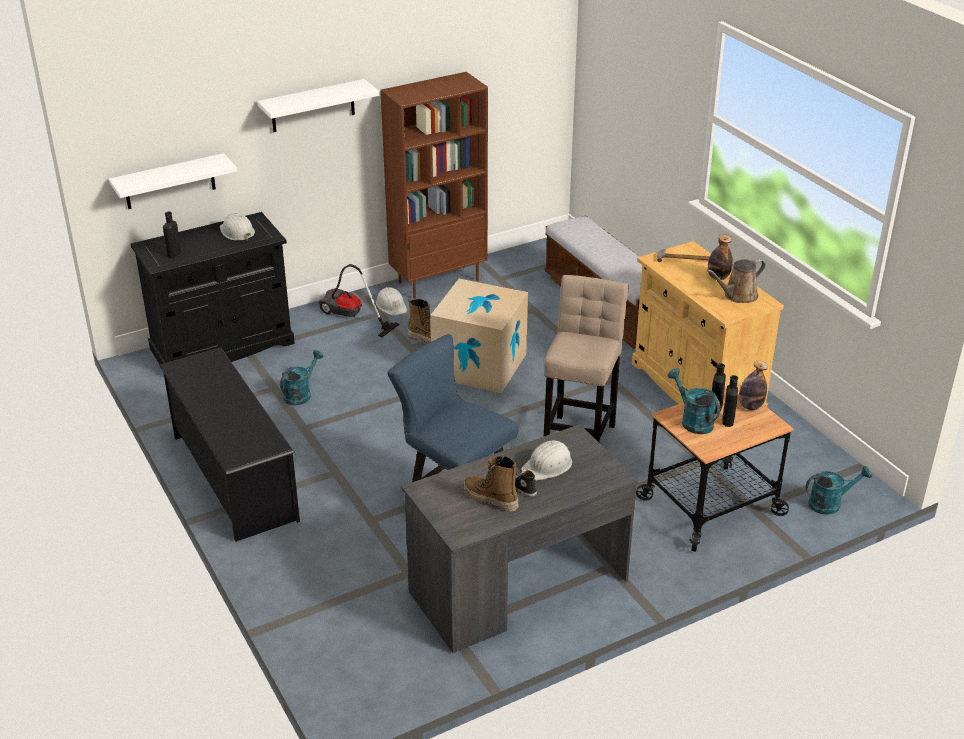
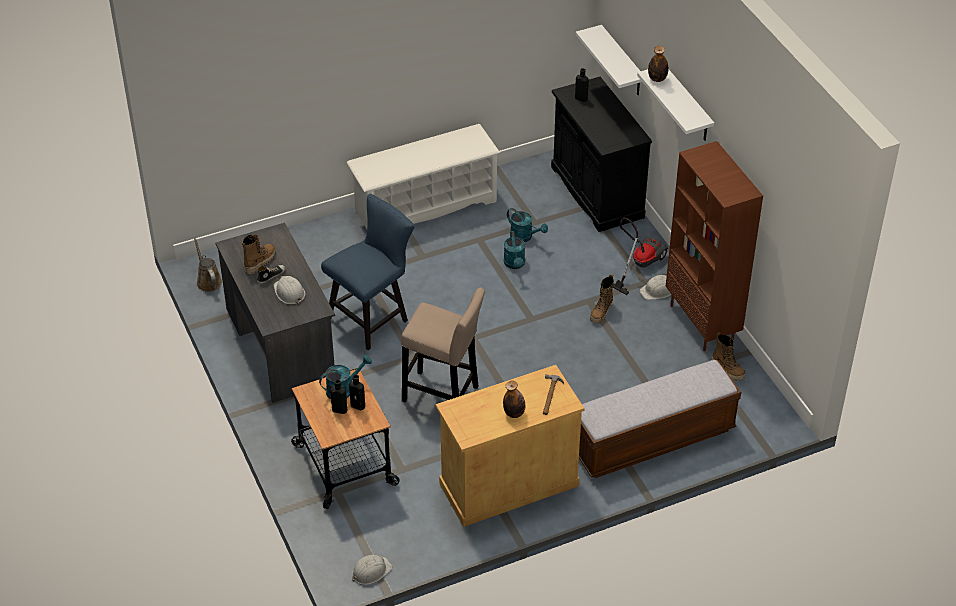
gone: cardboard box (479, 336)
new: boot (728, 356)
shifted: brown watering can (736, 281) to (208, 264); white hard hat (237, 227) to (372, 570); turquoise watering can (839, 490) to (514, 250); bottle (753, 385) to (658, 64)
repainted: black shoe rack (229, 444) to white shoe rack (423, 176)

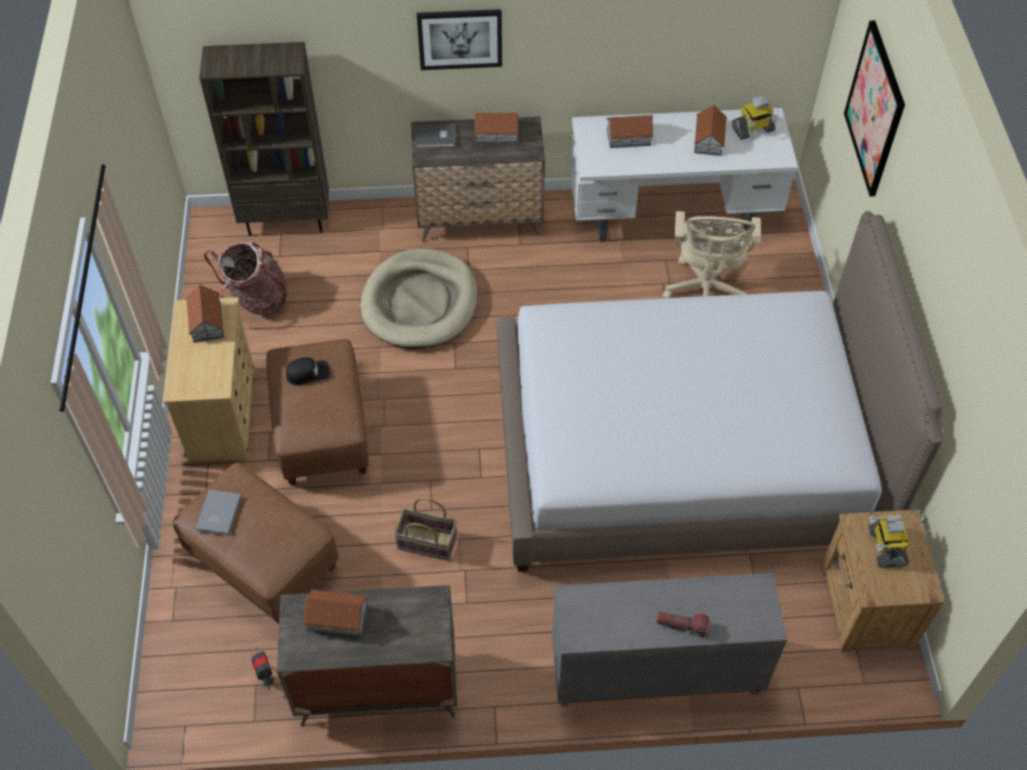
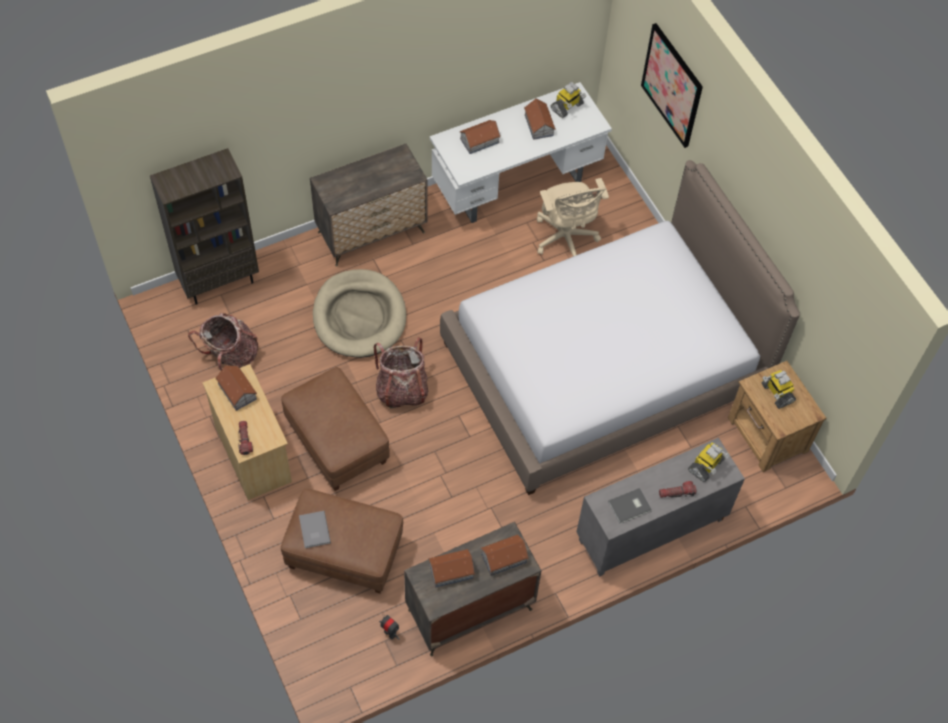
gone: black cap (308, 371); basket (425, 529); picture (459, 39)
new: flashlight (245, 438); backpack (401, 372); toy robot (709, 462)
shifted: toy house (496, 128) to (504, 555); grey book (435, 135) to (630, 506)

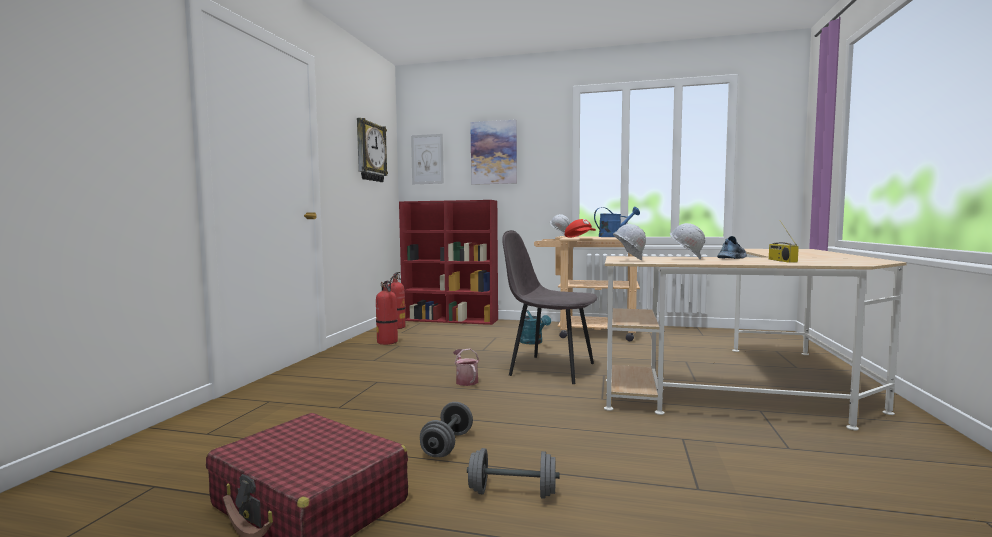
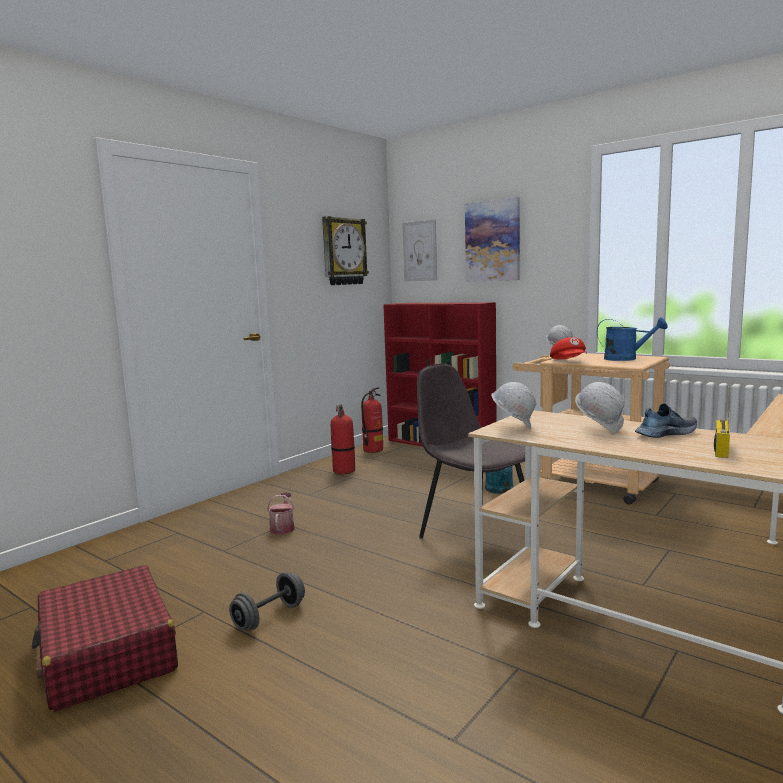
gone: grey dumbbell (513, 473)
shifted: watering can (466, 367) to (281, 513)

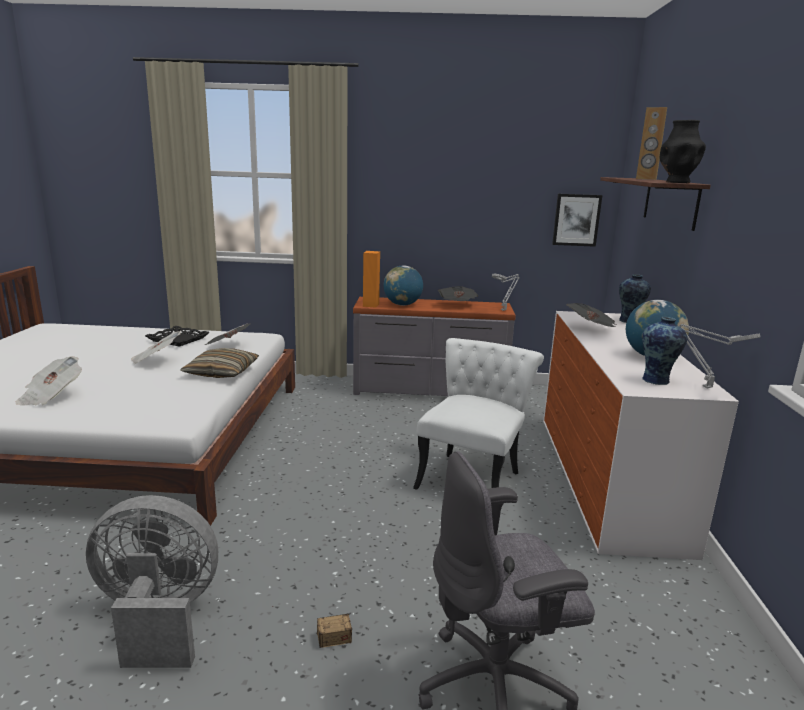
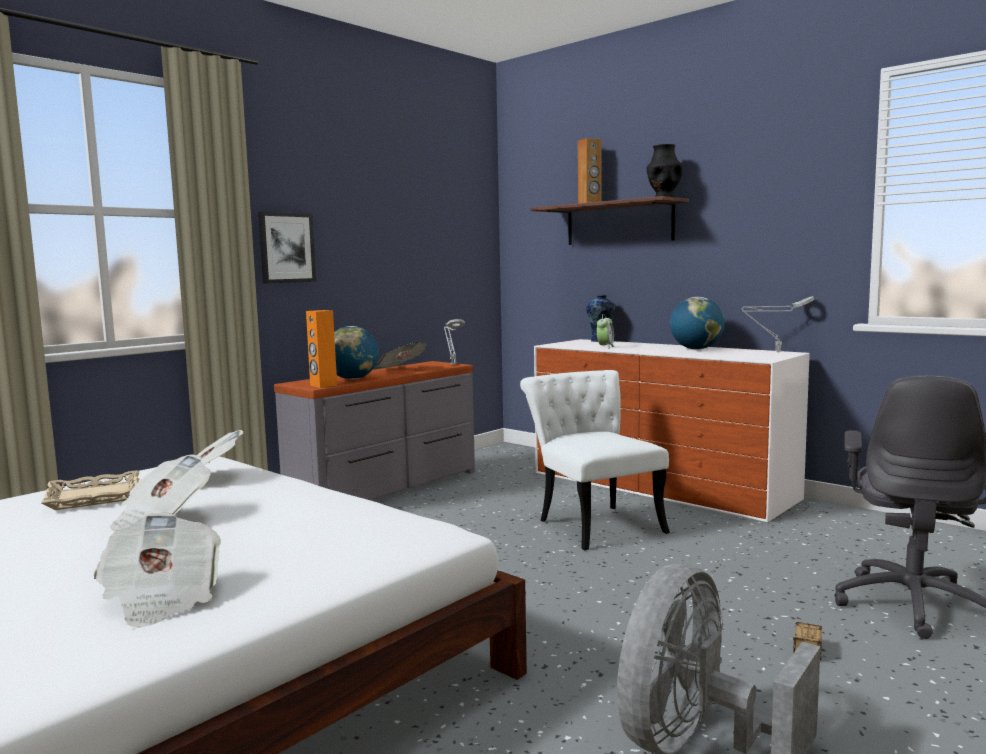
gone: pillow (219, 363); vase (665, 351)
shifted: picture (577, 220) to (287, 247)
swapped: newspaper (591, 315) to alarm clock (606, 331)
repainted: black tray (177, 336) to beige tray (90, 490)

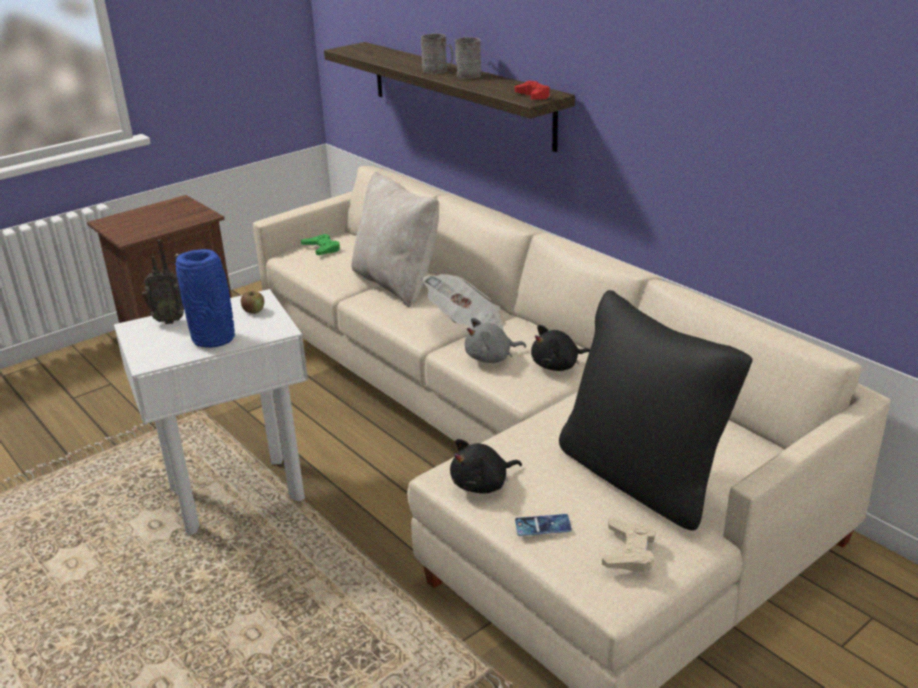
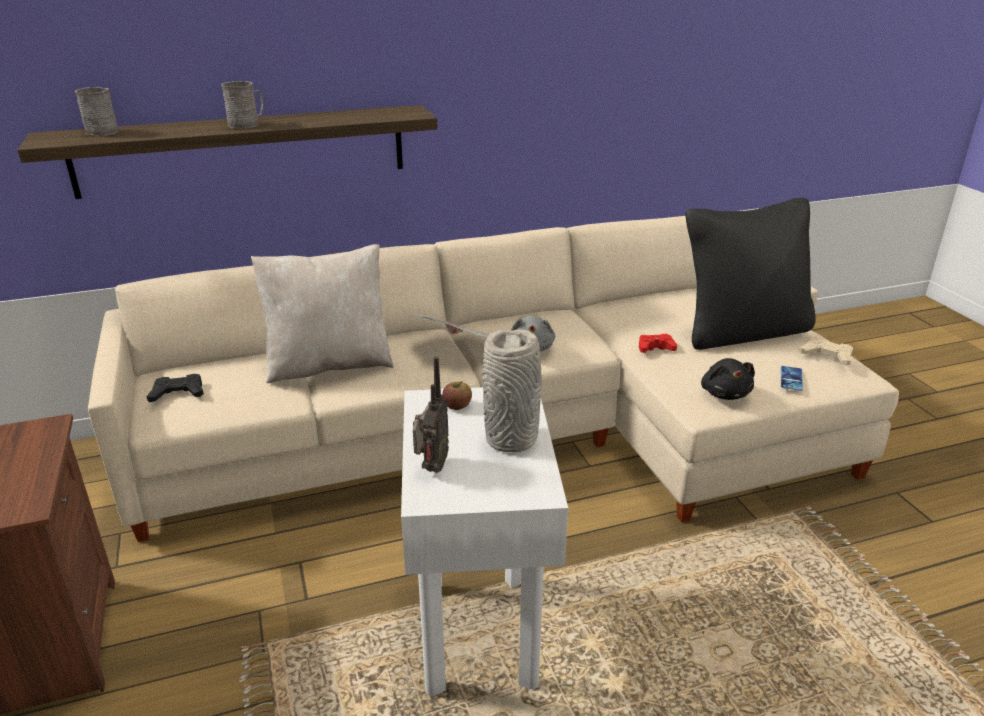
gone: black plush toy (560, 348)
shifted: grey mug (468, 58) to (96, 111); red game controller (532, 90) to (658, 343)
repainted: green game controller (320, 244) to black game controller (175, 388); blue vase (205, 298) to grey vase (512, 390)

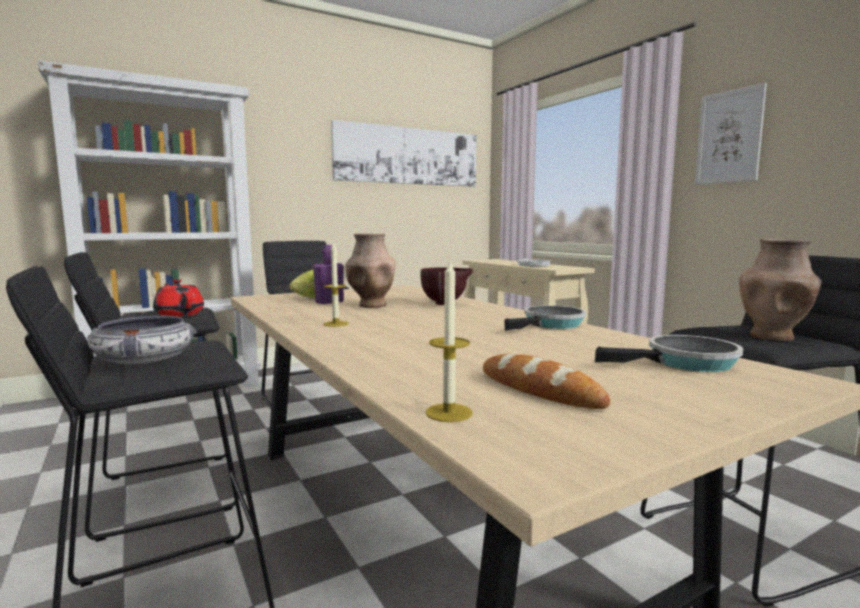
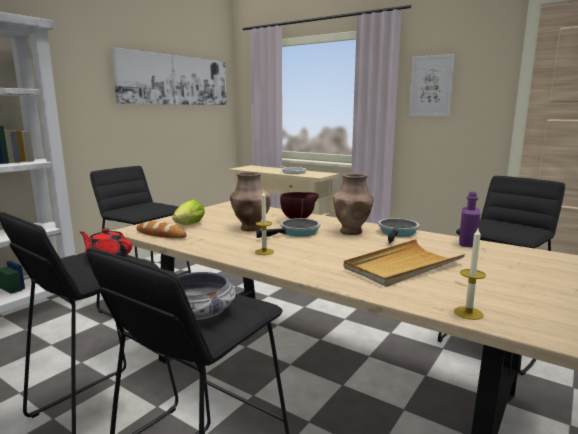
new: beige tray (404, 263)
shifted: bread (546, 381) to (161, 230); frying pan (669, 353) to (288, 228); brown vase (780, 290) to (353, 204); purple bottle (328, 274) to (469, 219)

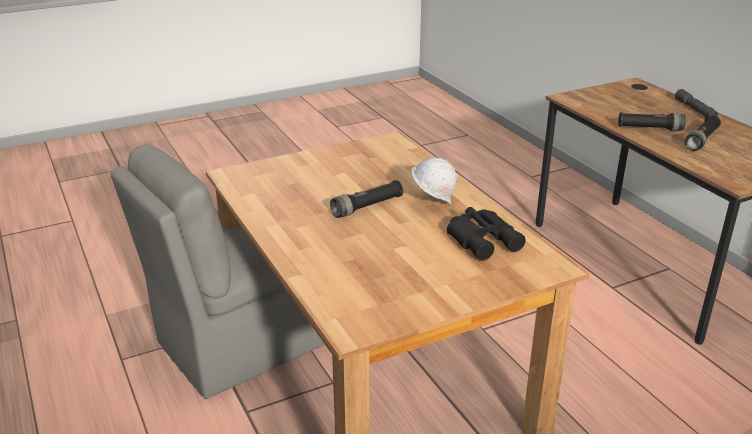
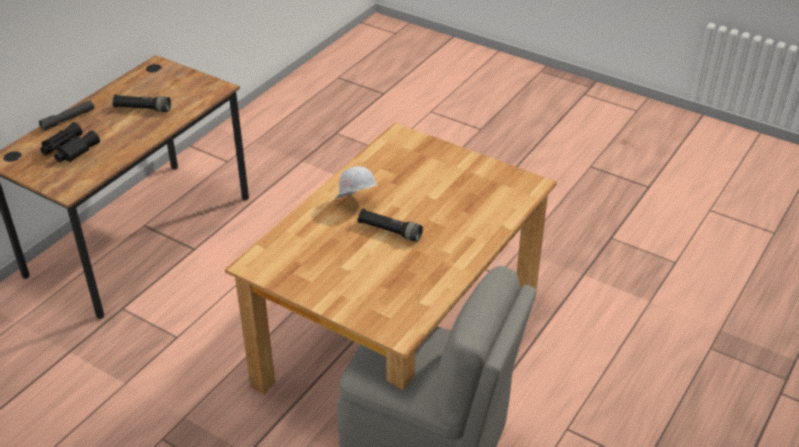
gone: black flashlight (652, 121)
shifted: black binoculars (486, 234) to (70, 142)

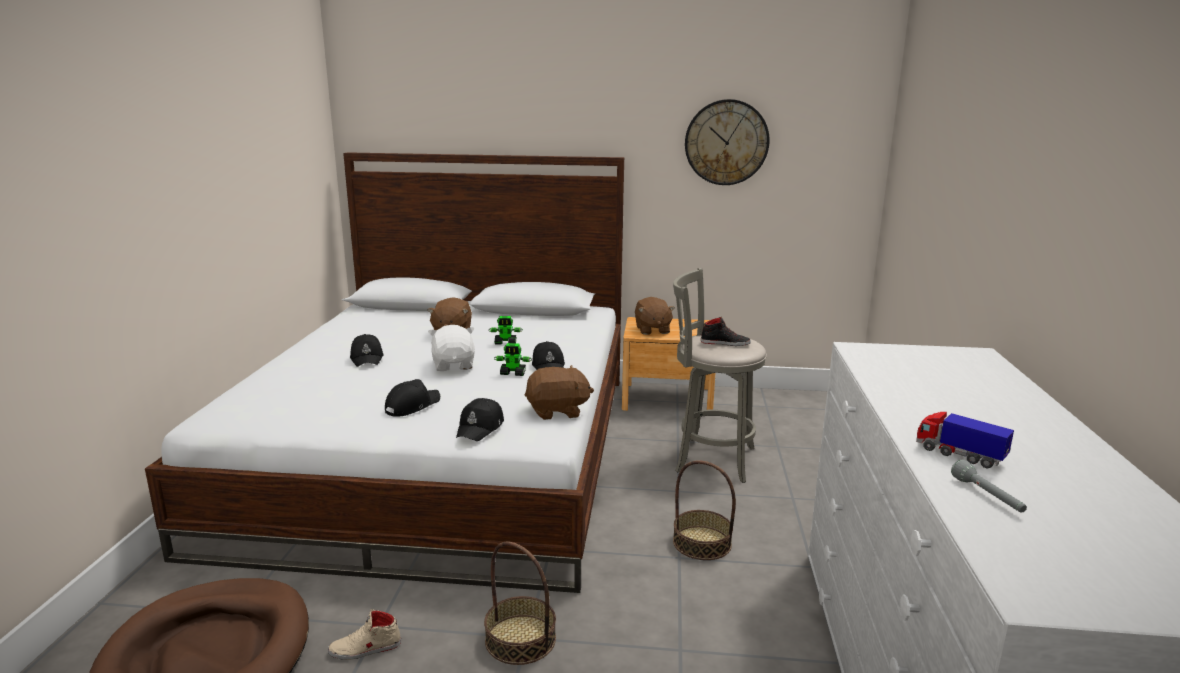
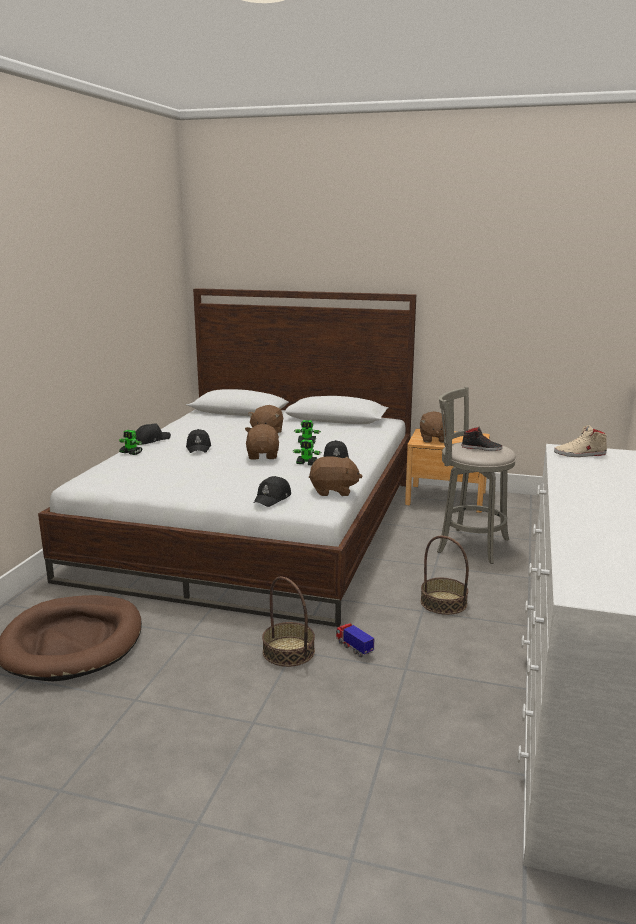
gone: wall clock (727, 142); grey flashlight (989, 486)
new: toy robot (130, 442)
shifted: black cap (412, 398) to (153, 434); toy truck (965, 440) to (355, 640); beige shoe (364, 634) to (580, 441)
repainted: white plush toy (451, 348) to brown plush toy (262, 442)

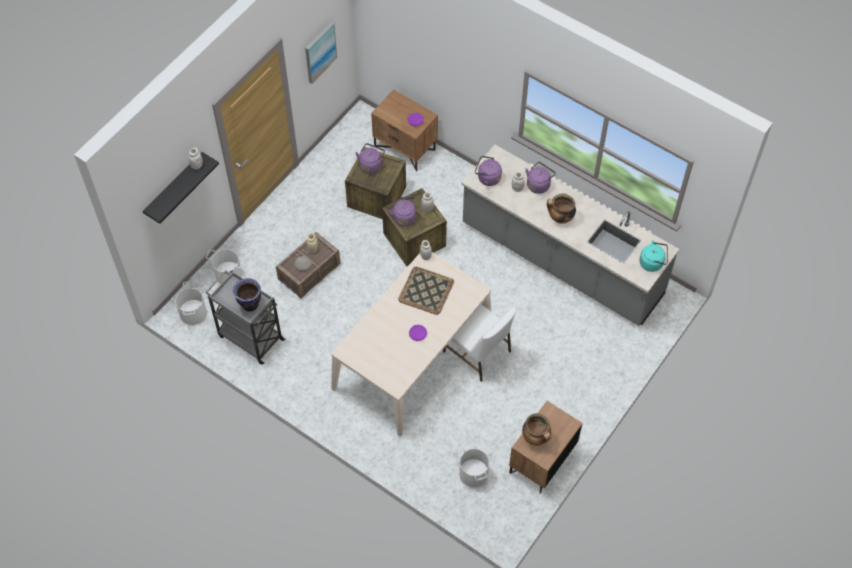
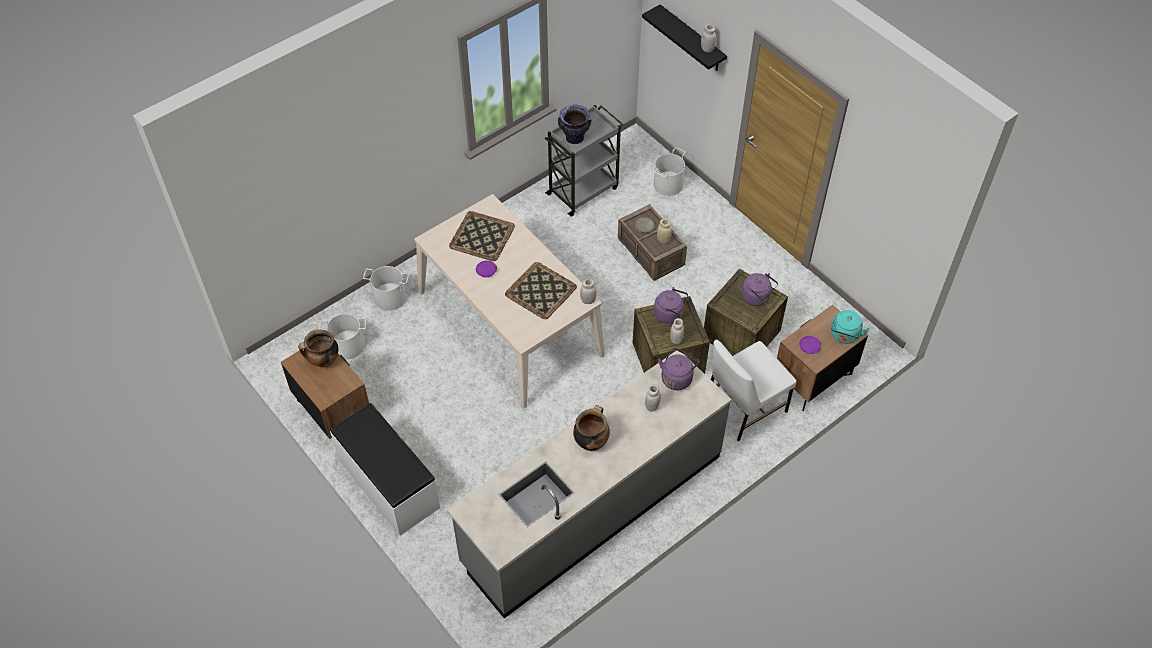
gone: picture (321, 53); purple kettle (541, 178)
new: white bench (385, 469); tray (482, 236)
shifted: white bucket (191, 303) to (386, 288); white chair (479, 343) to (754, 390); turquoise kettle (653, 256) to (850, 327)

